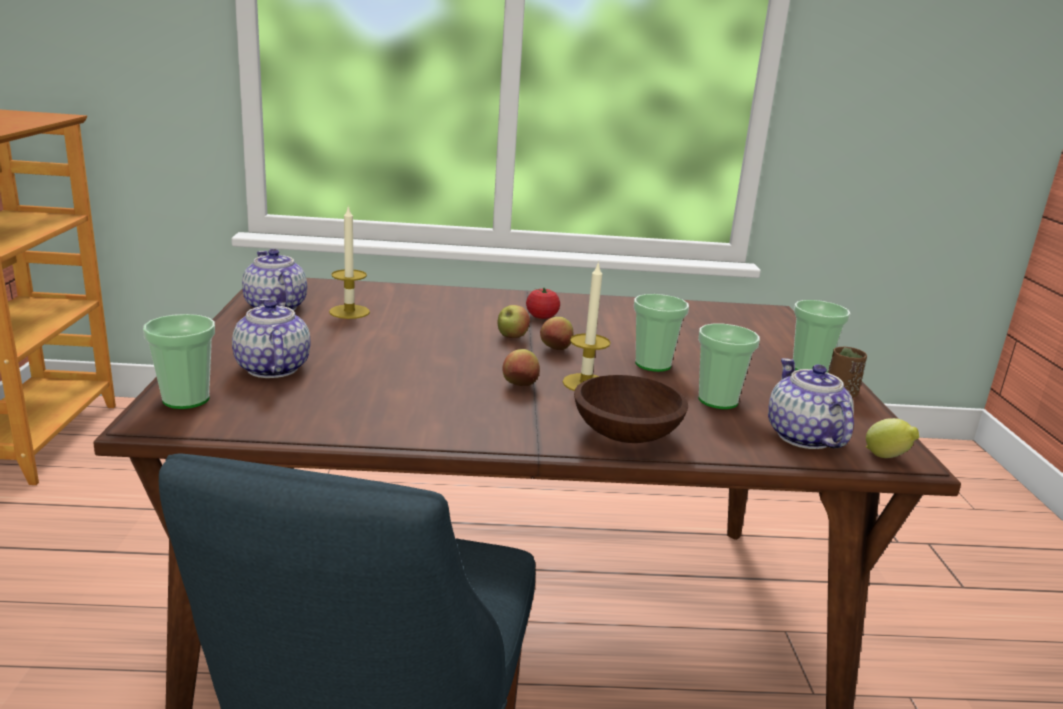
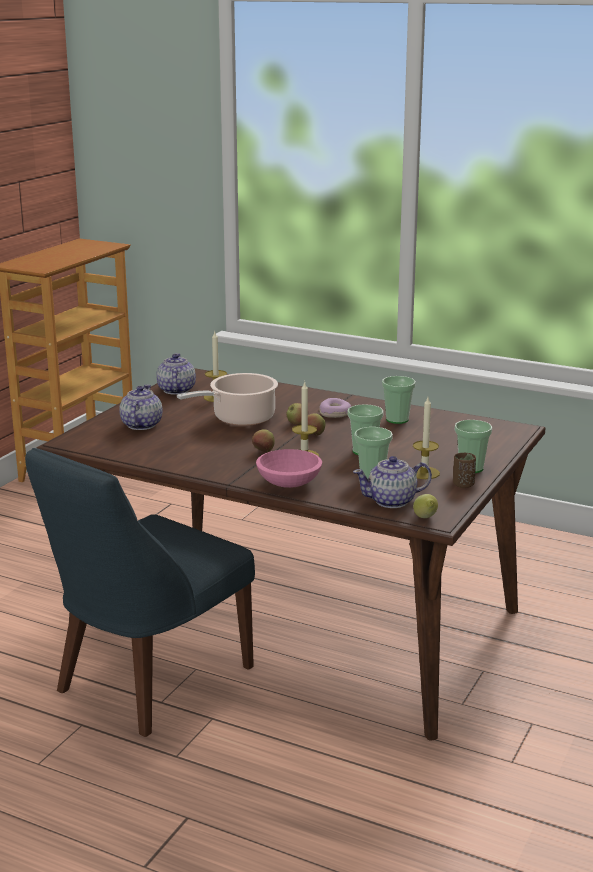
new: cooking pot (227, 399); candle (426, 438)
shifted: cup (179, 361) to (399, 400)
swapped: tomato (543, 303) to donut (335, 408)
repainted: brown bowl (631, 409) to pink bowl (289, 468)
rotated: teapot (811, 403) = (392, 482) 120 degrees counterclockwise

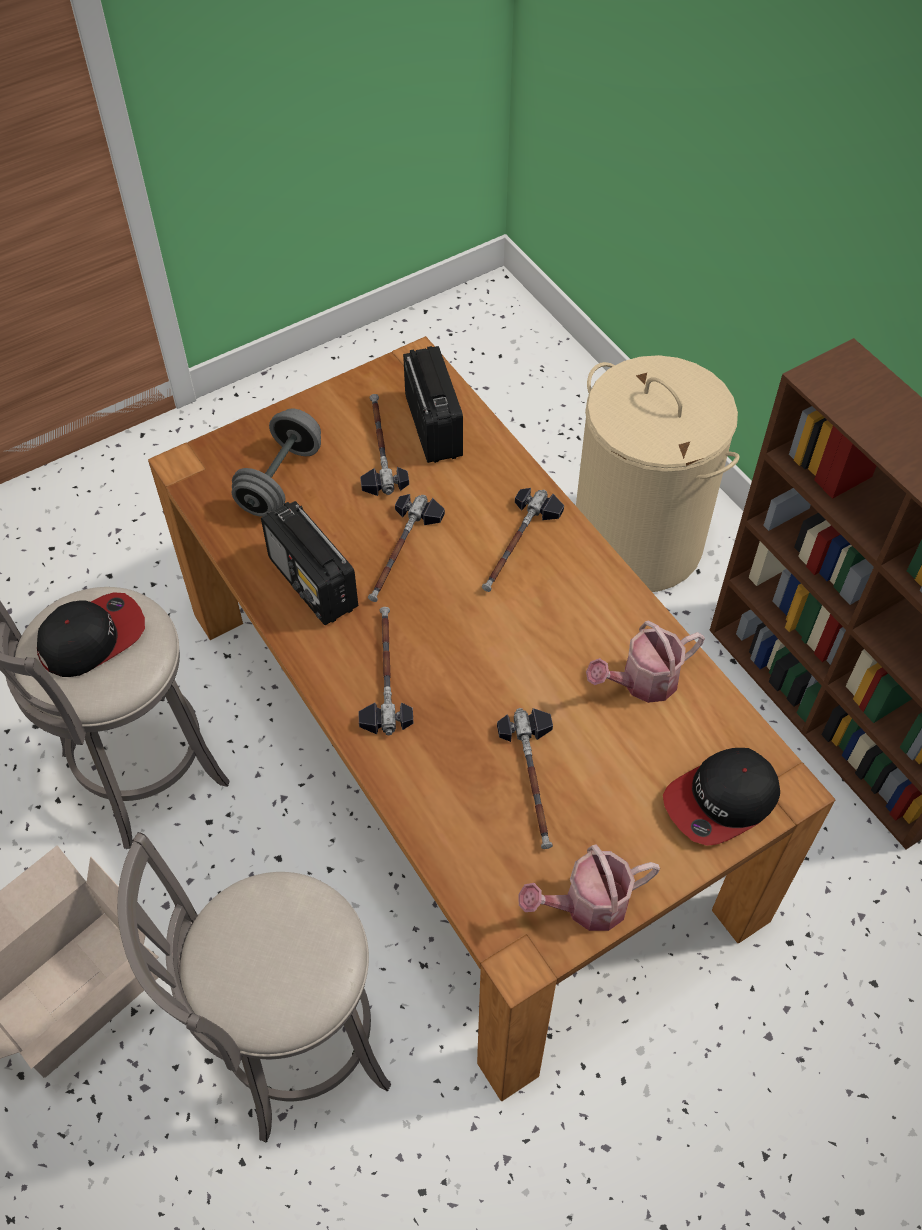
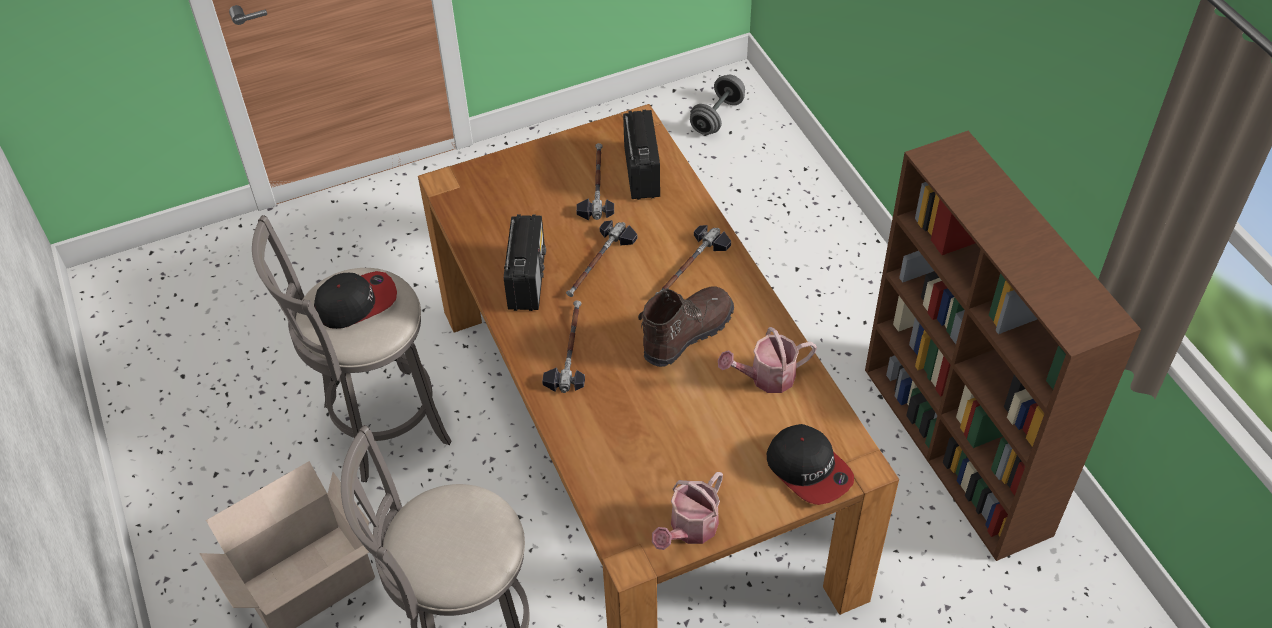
gone: hammer (525, 778); beige laundry basket (658, 473)
new: brown boot (686, 326)
shifted: grey dumbbell (276, 462) to (717, 105)
rotated: radio (309, 563) = (525, 262) 150 degrees counterclockwise; watering can (589, 887) = (687, 511) 45 degrees counterclockwise; cap (721, 797) = (810, 464) 105 degrees counterclockwise

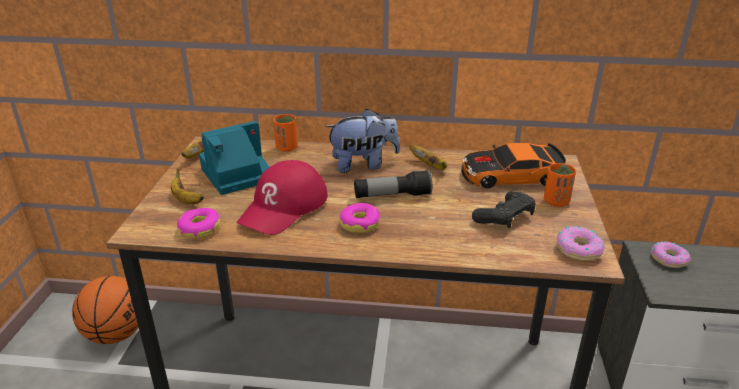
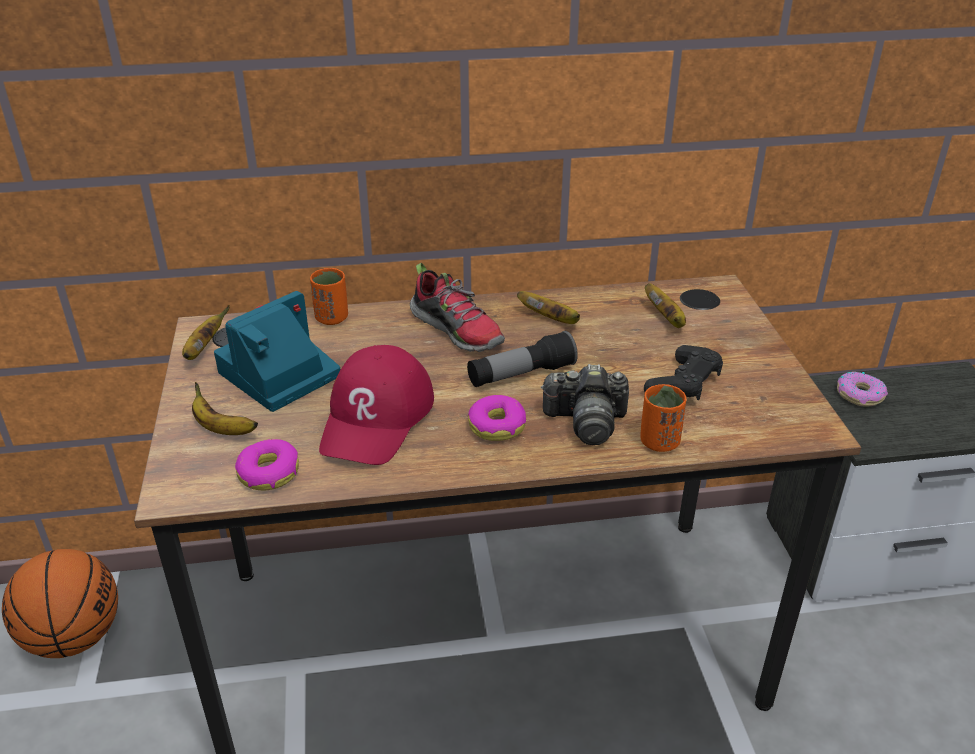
gone: donut (580, 243)
new: photo camera (585, 404)
shifted: orange cup (560, 185) to (663, 418)
swapped: plush toy (362, 141) to shoe (457, 307); toy car (513, 165) to banana (665, 305)

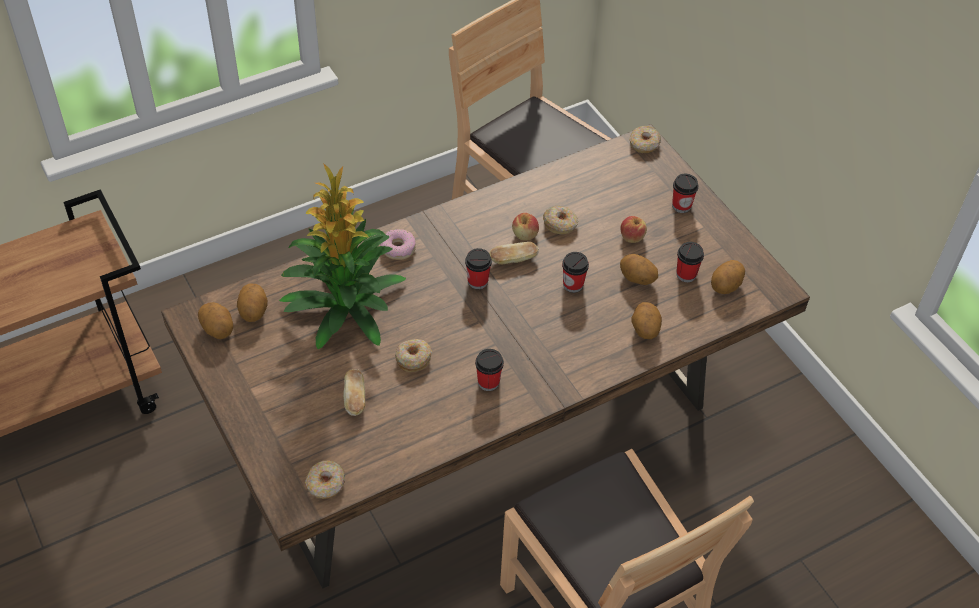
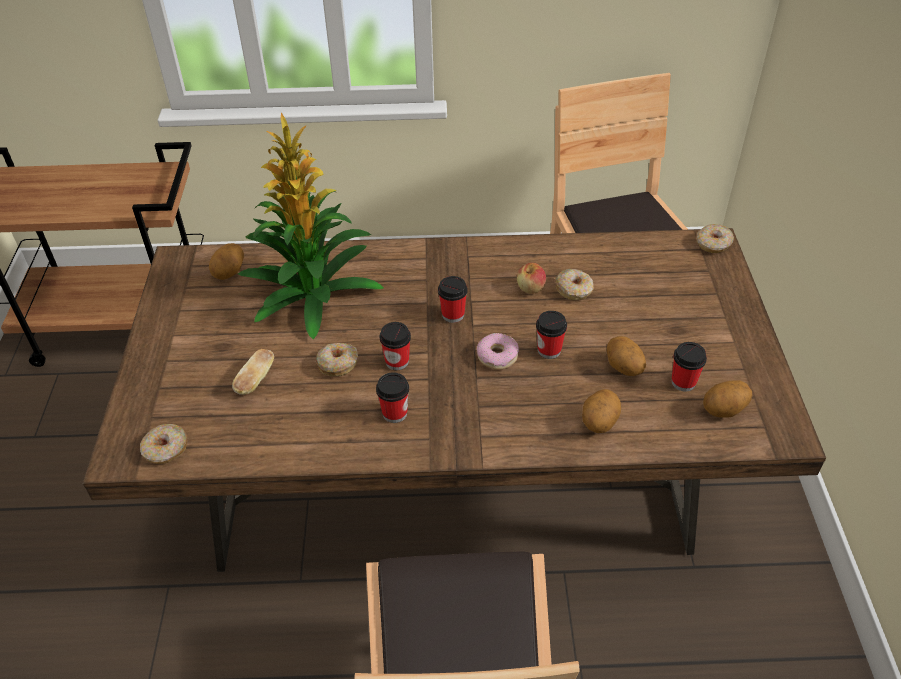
gone: potato (215, 320); bread (514, 253); apple (634, 229)
shifted: cup (685, 193) to (395, 346); donut (398, 244) to (498, 351)

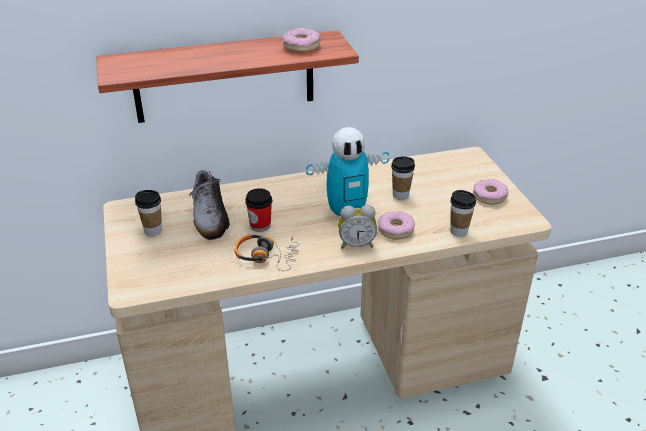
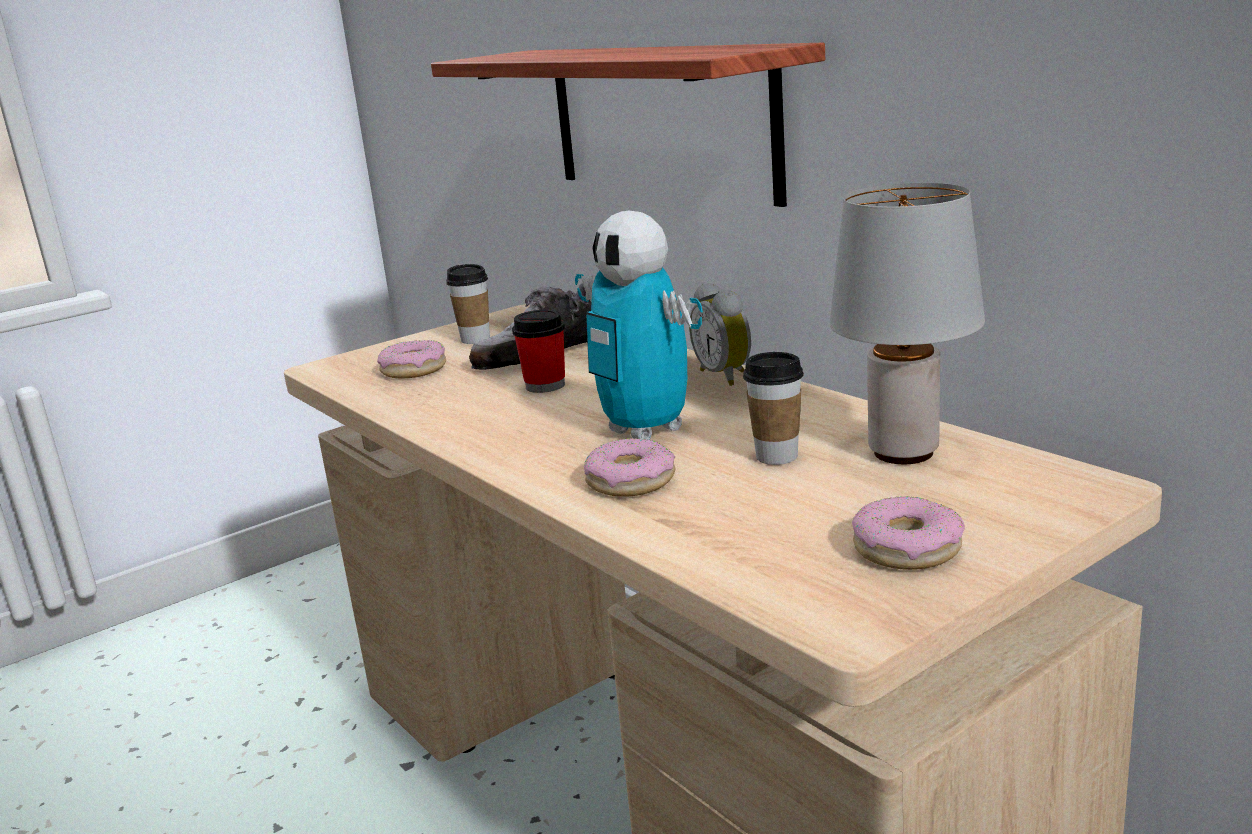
gone: headphones (266, 252); cup (463, 213)
new: grey table lamp (907, 323)
shifted: donut (302, 40) to (411, 359); alarm clock (357, 227) to (720, 334)

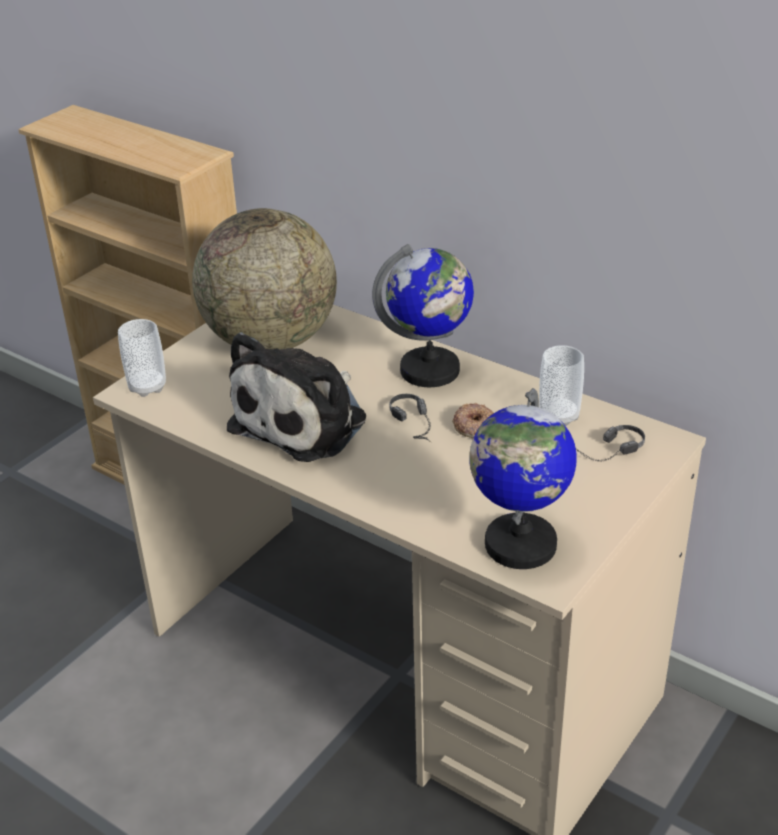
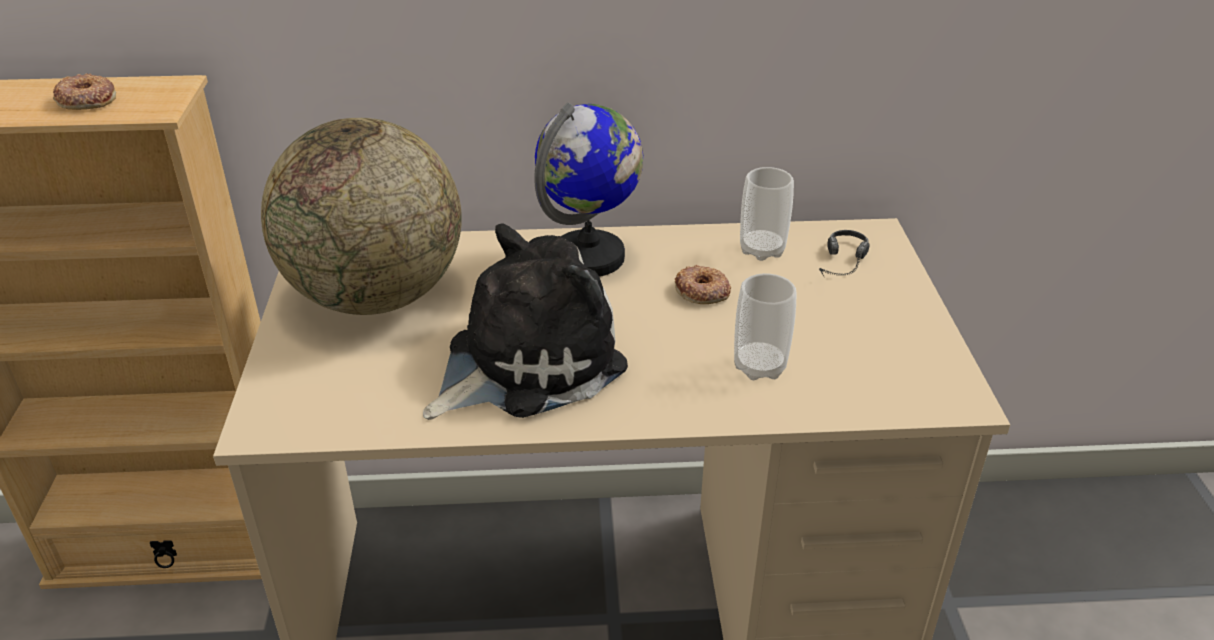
gone: headphones (410, 418); globe (523, 478)
new: donut (84, 91)
shifted: cup (142, 358) to (765, 326)
rotated: plush toy (296, 397) = (525, 321) 120 degrees counterclockwise

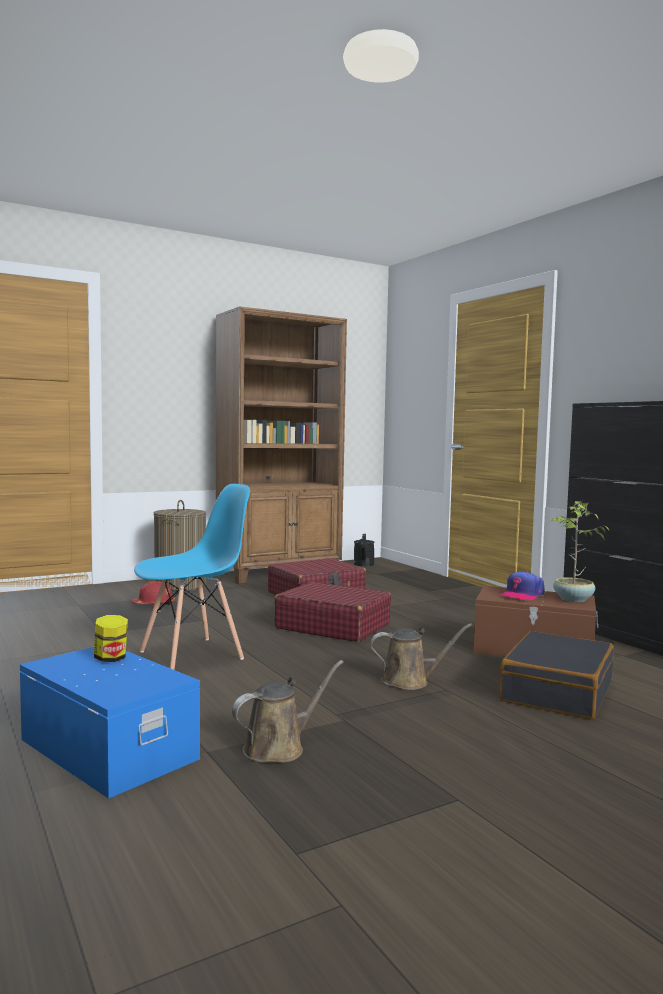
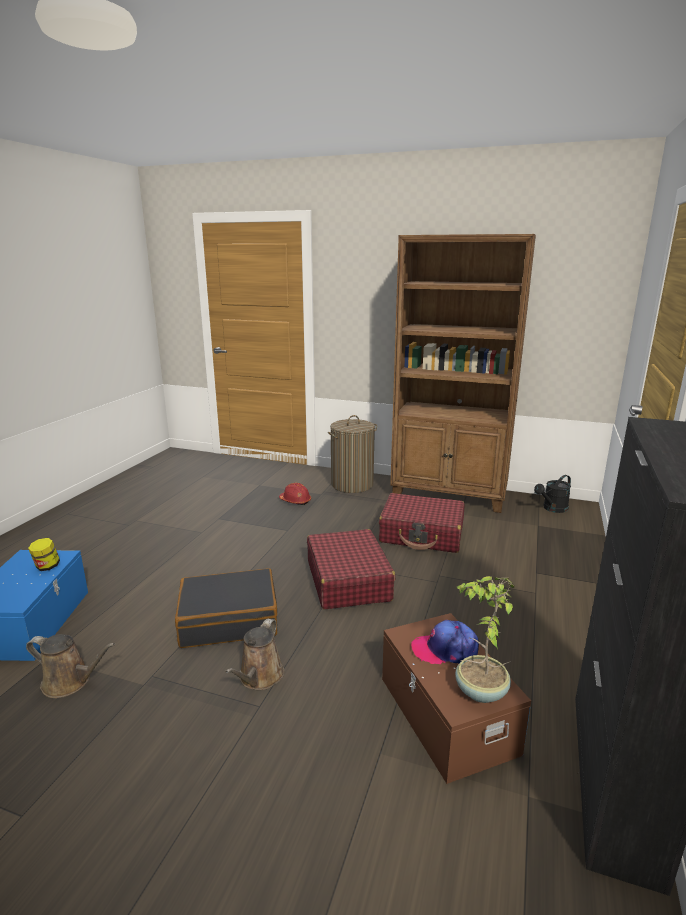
gone: blue chair (192, 577)
shifted: black suitcase (556, 675) to (226, 608)
rotated: brown watering can (421, 656) = (254, 654) 60 degrees clockwise

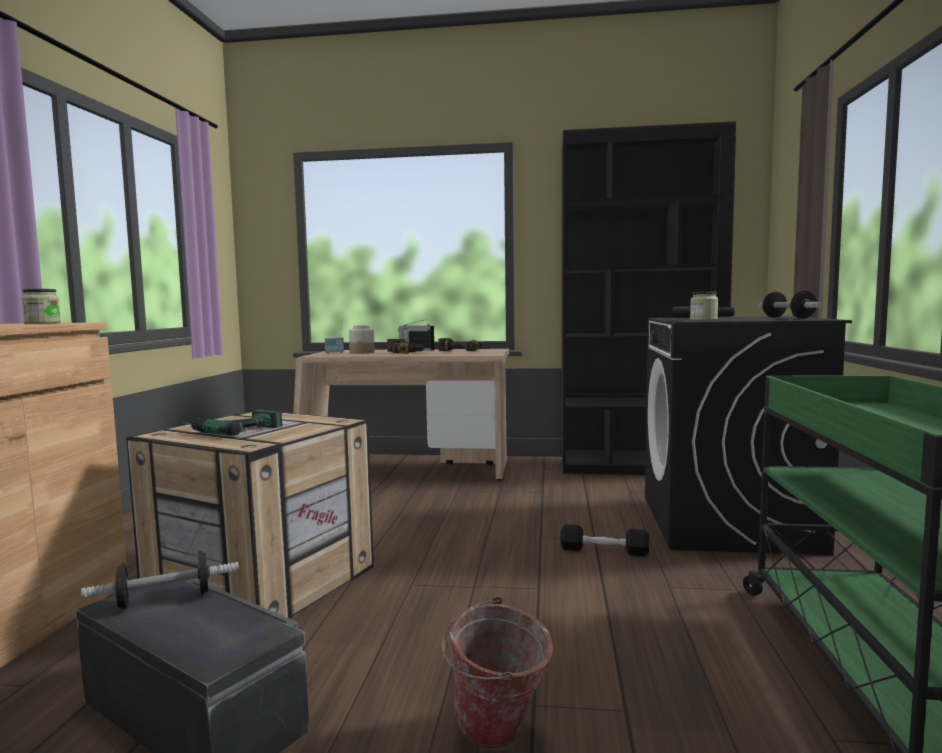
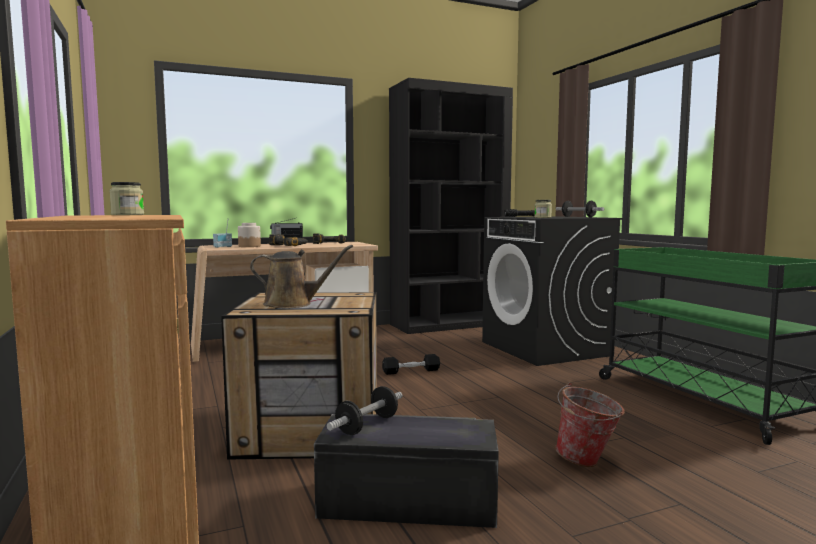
shifted: black dumbbell (604, 540) to (411, 364)
swapped: power drill (232, 423) to brown watering can (301, 276)

